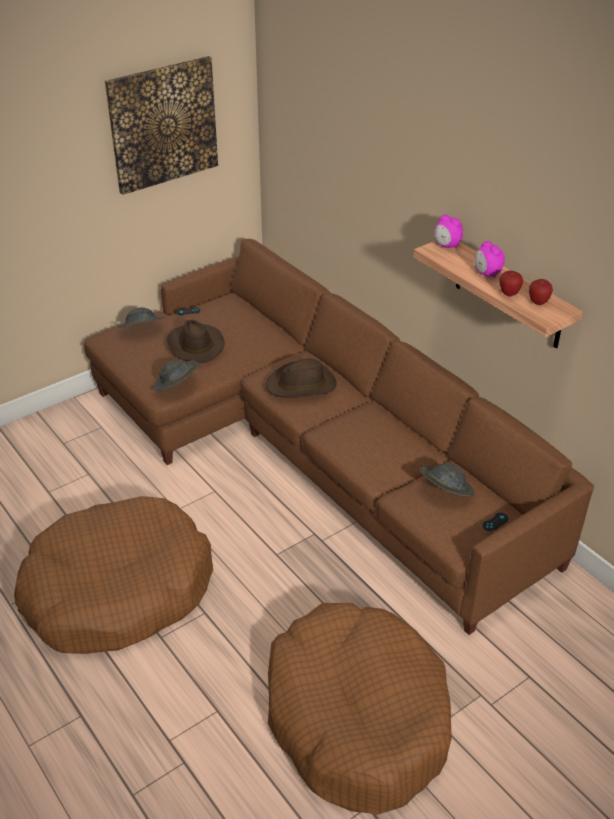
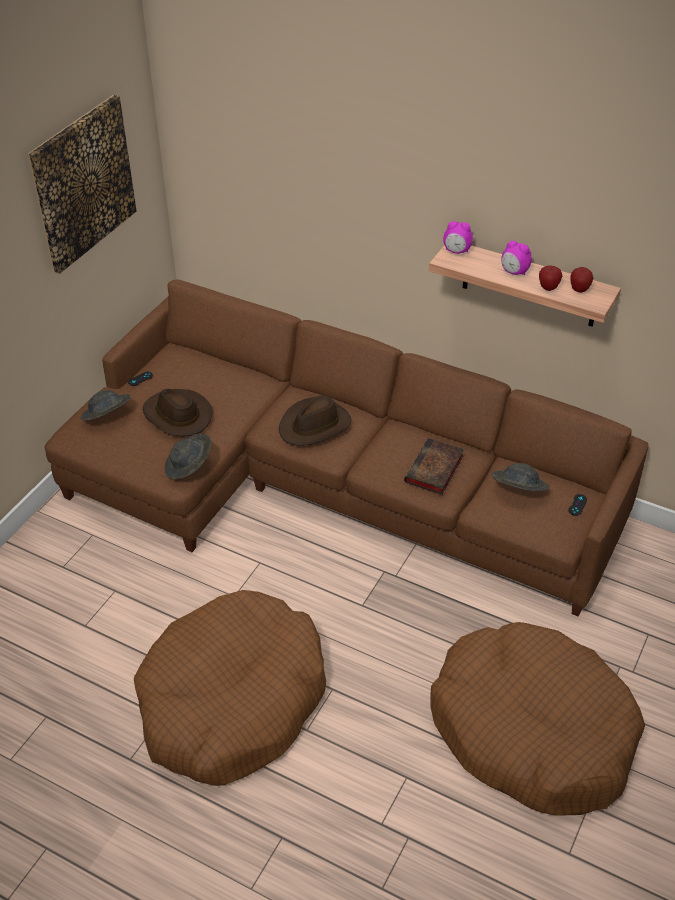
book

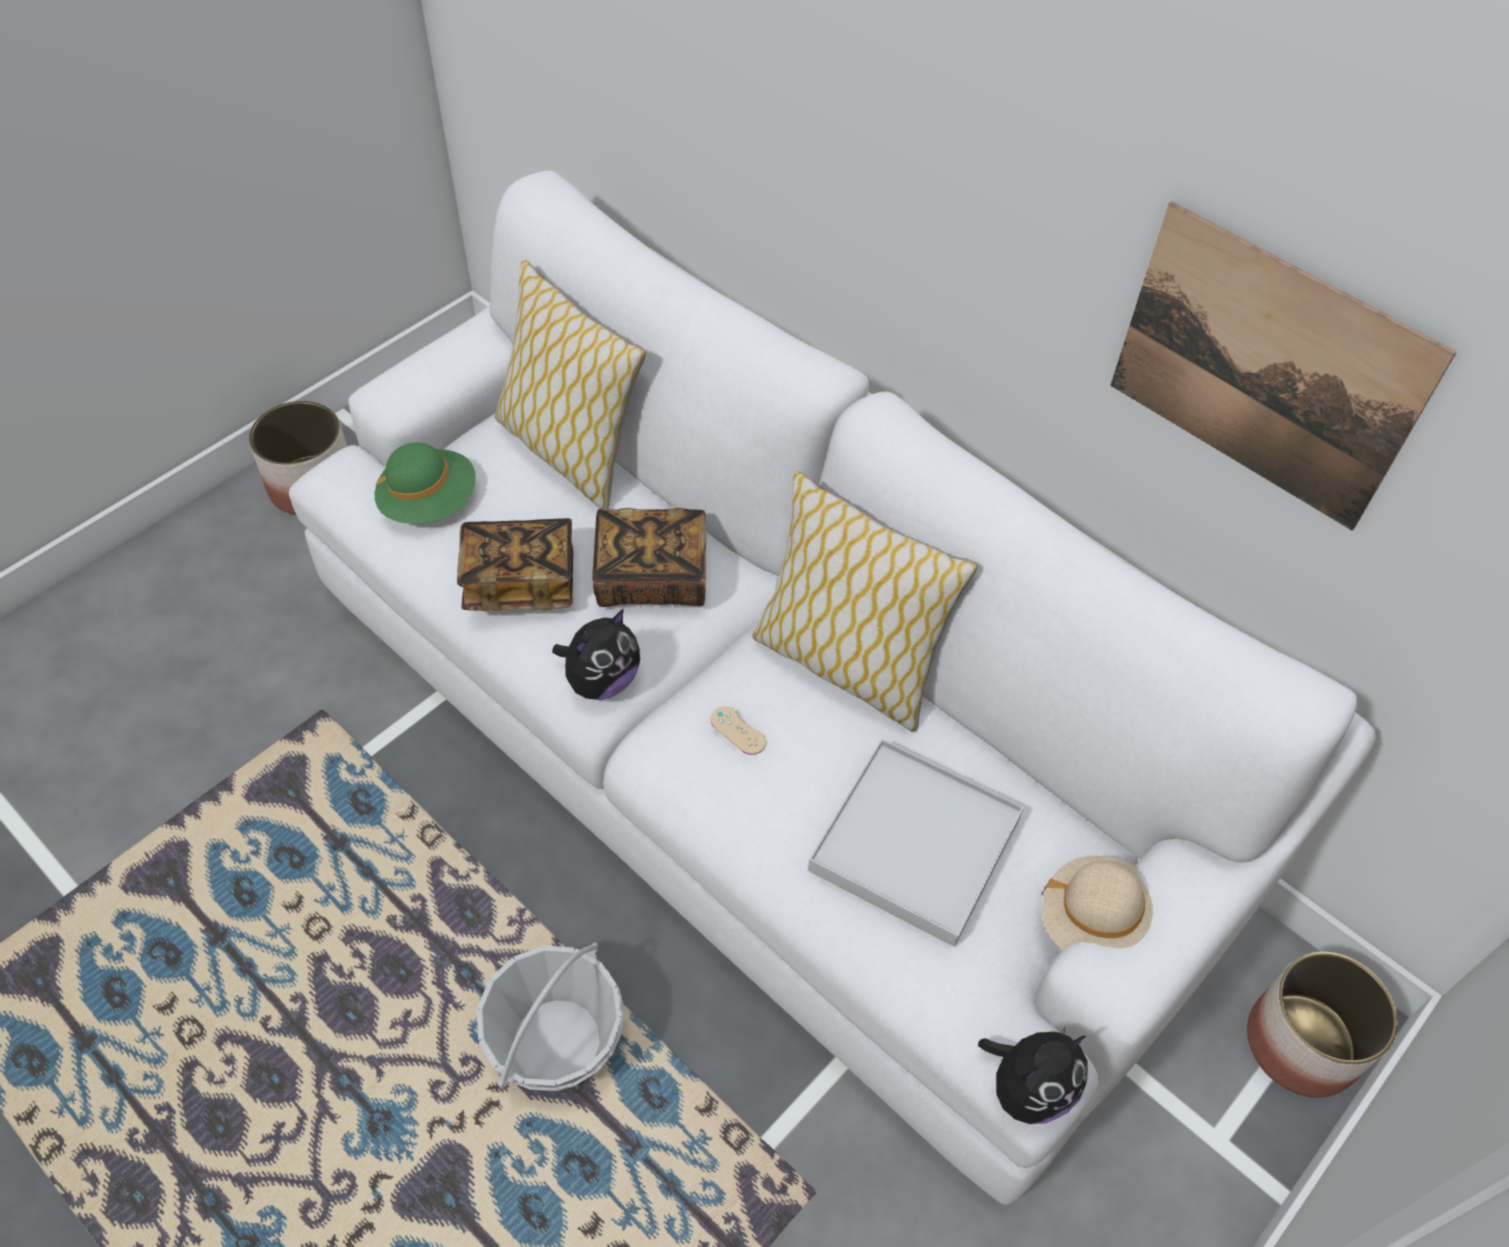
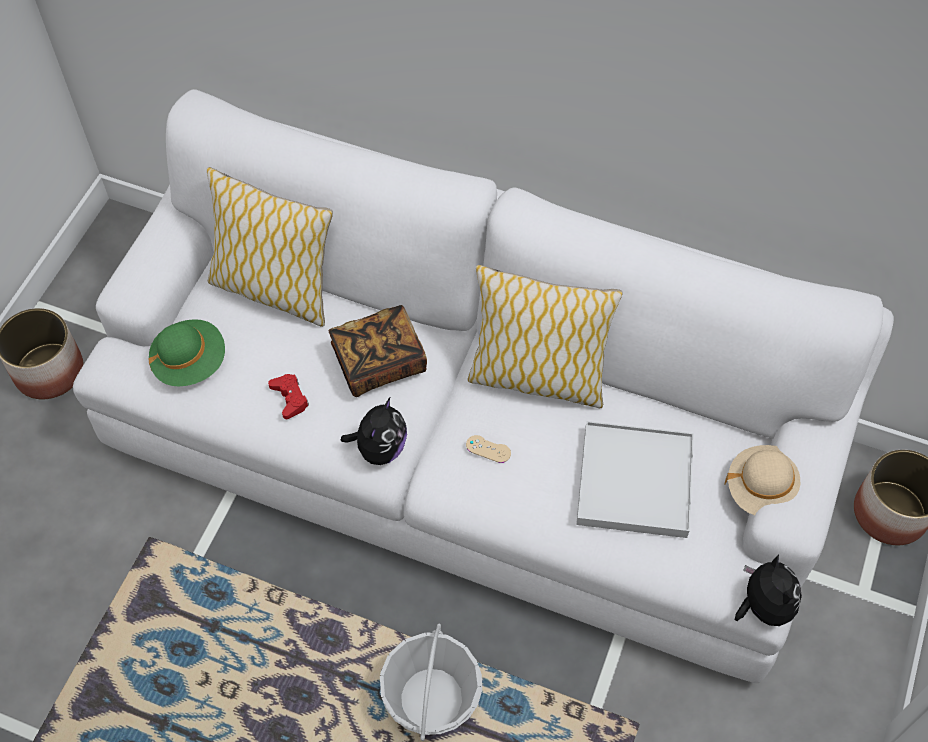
picture; joypad (red); plush toy (2nd from left)

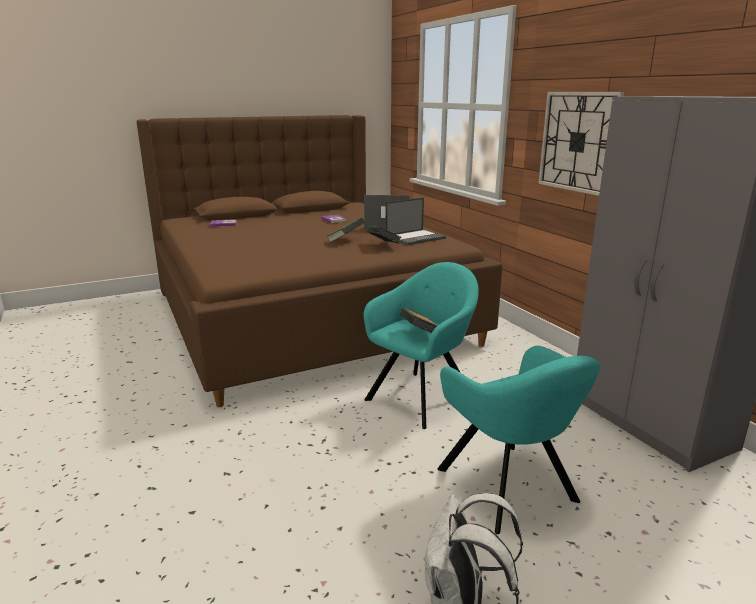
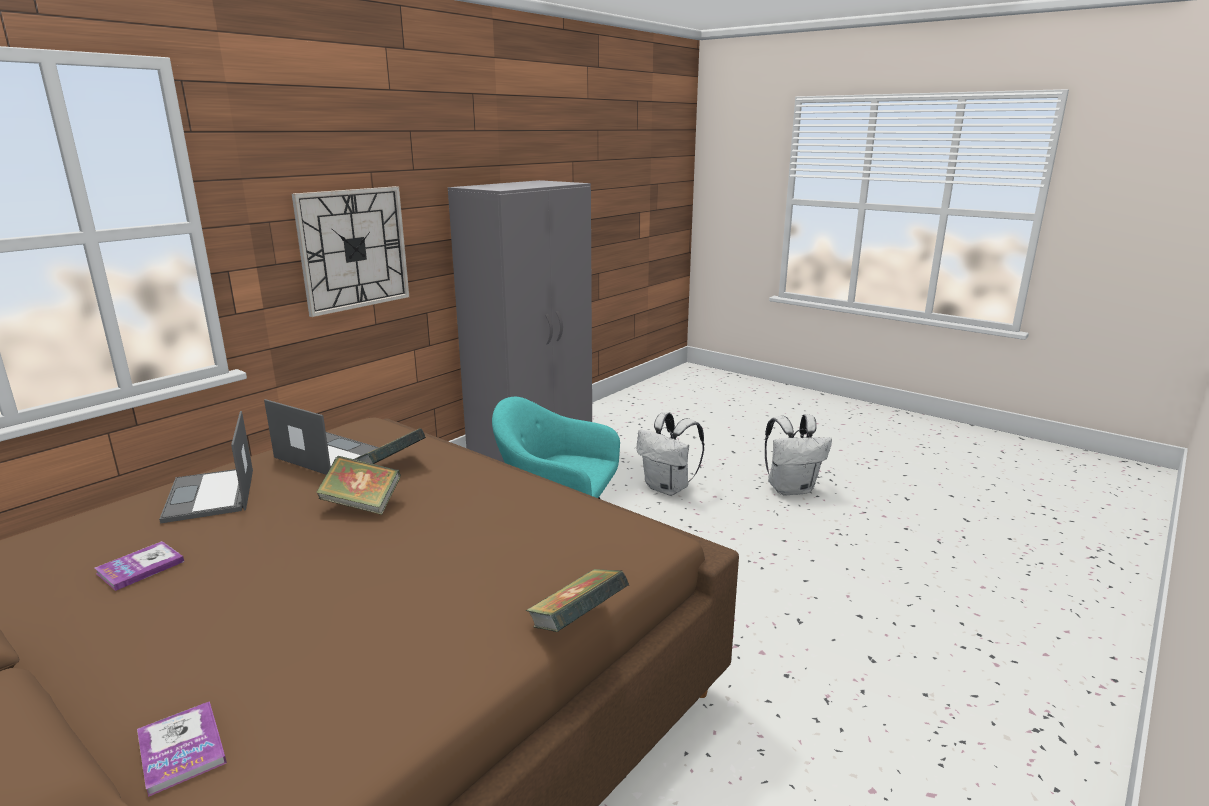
book (5th from left); knapsack (white-coloured) (1st from left)

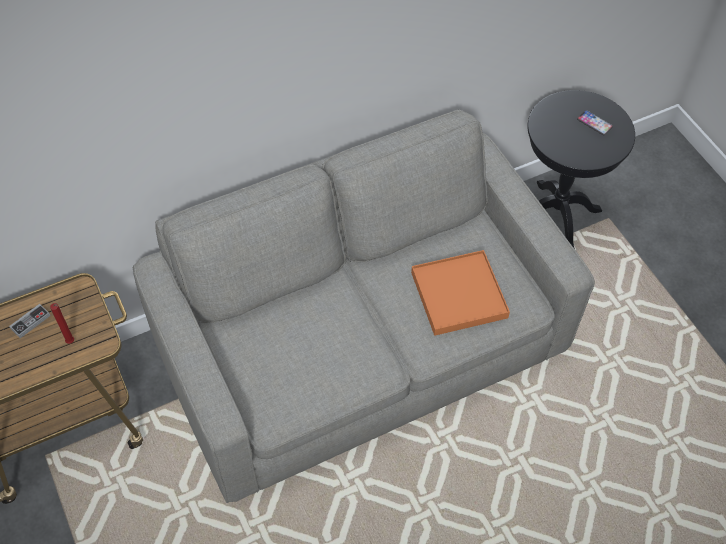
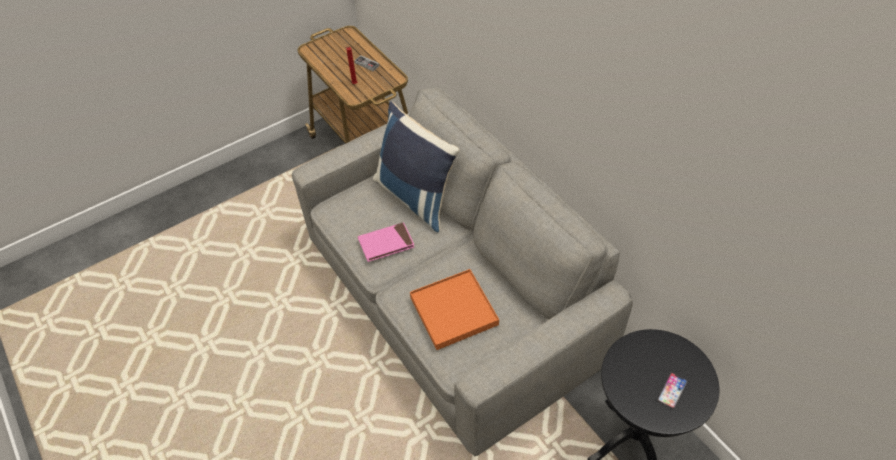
book (pink); cushion (blue)

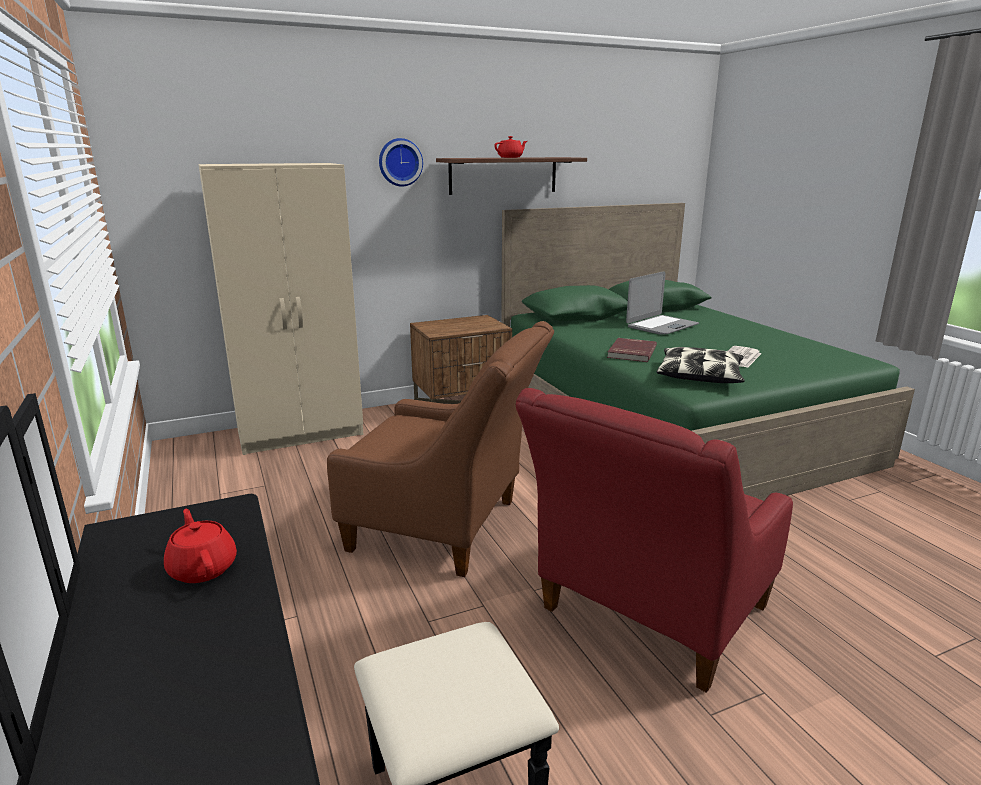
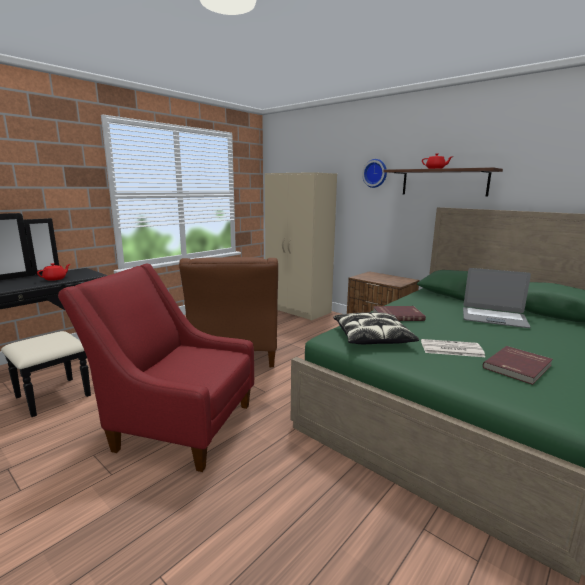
book (red) (2nd from left)

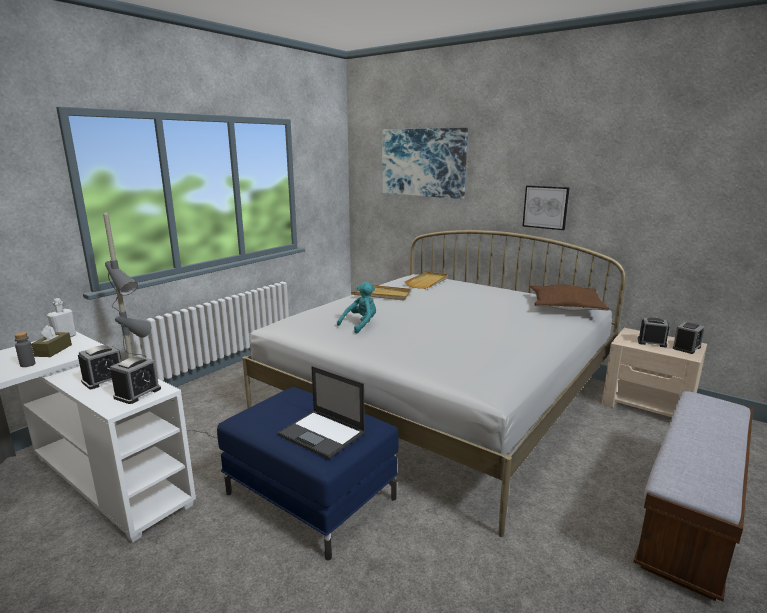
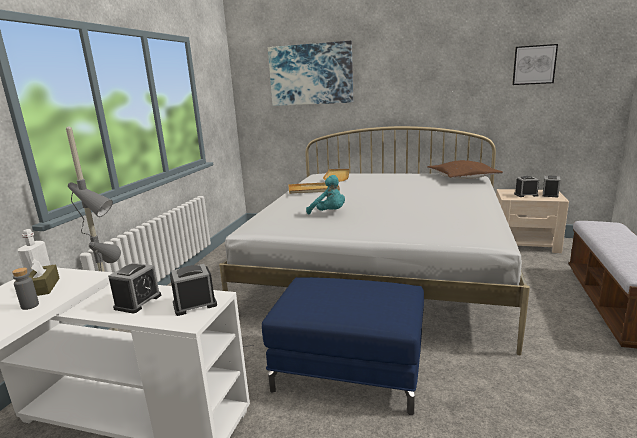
notebook computer; picture (2nd from left); bedside clock (2nd from left); plush toy (turquoise-coloured)

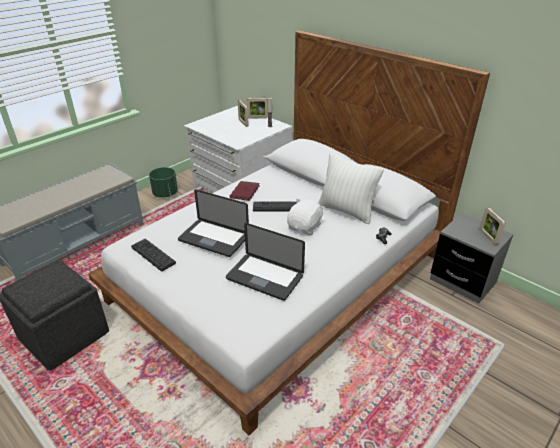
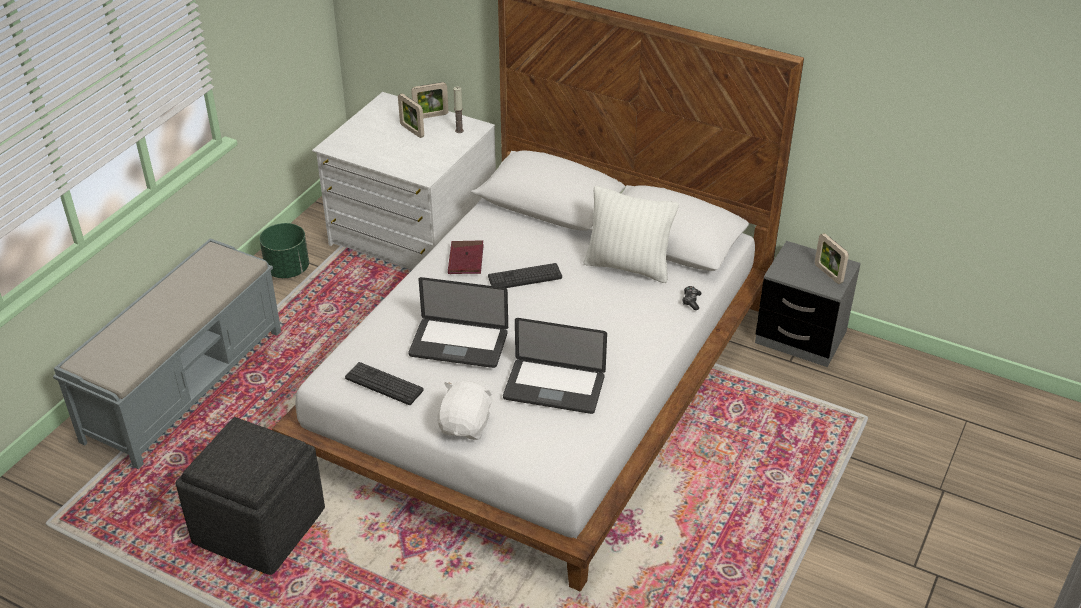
plush toy (white-coloured)

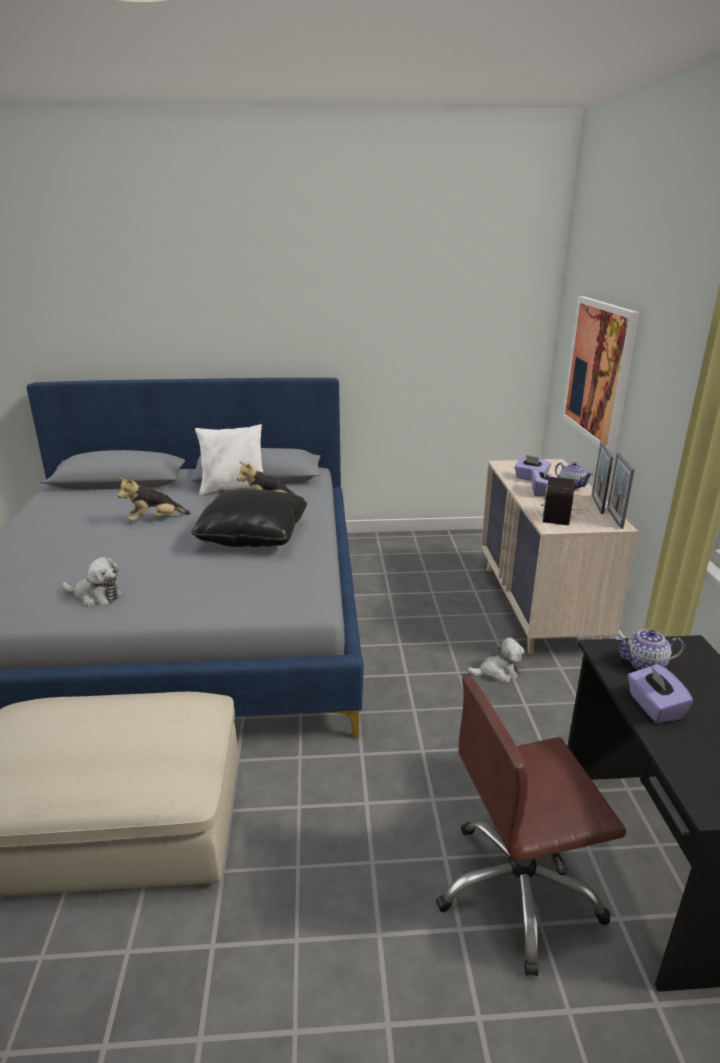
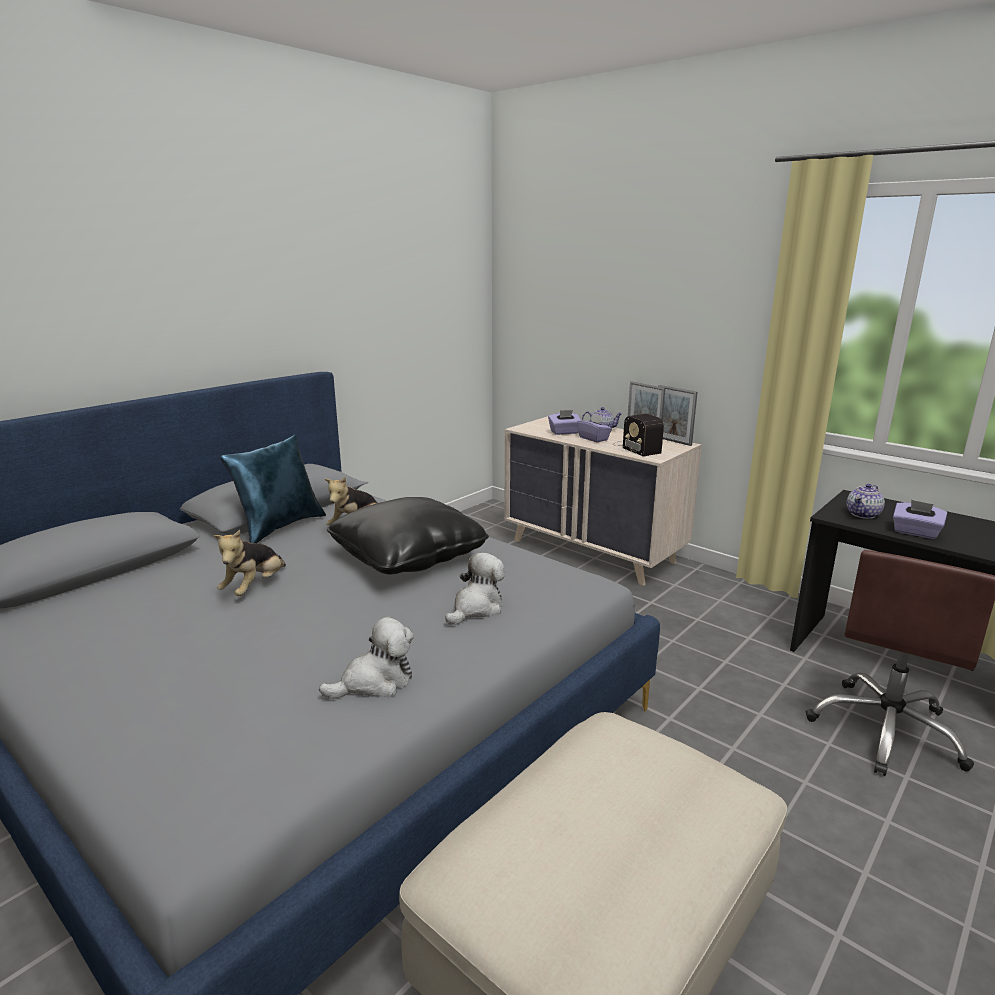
picture; plush toy (4th from left); cushion (blue)

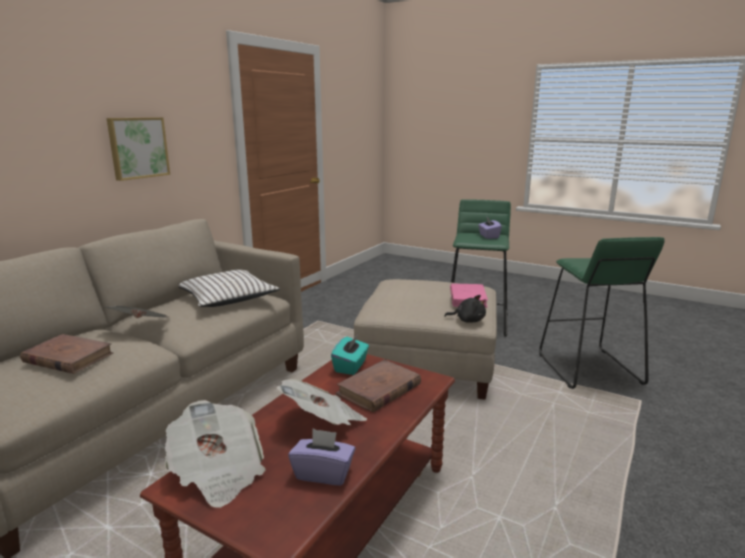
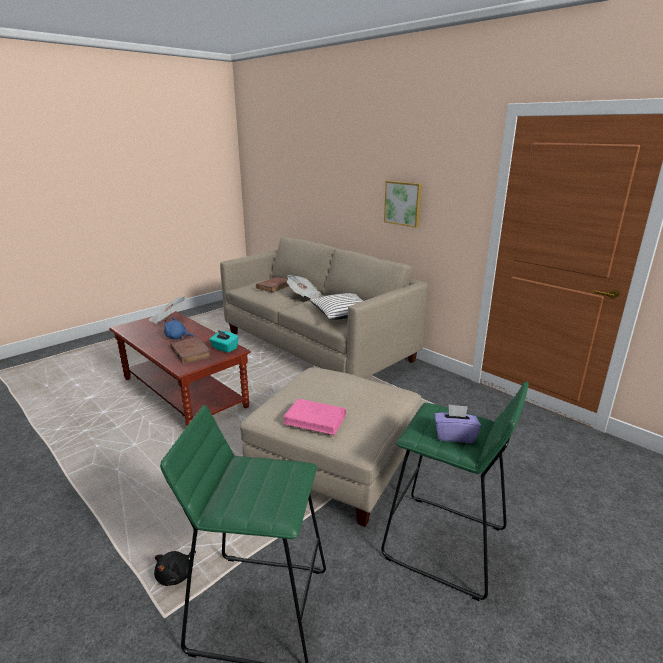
tissue holder (purple) (1st from left in the first image); plush toy (black); plush toy (blue)

